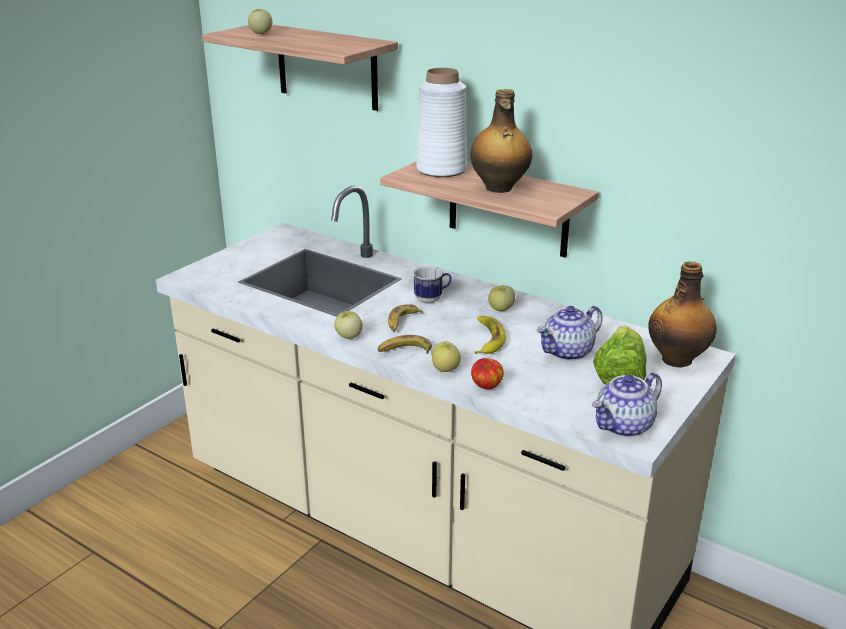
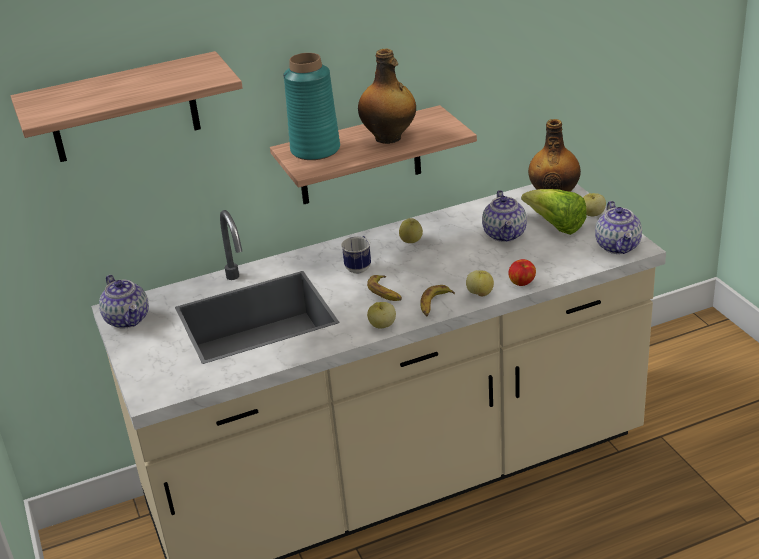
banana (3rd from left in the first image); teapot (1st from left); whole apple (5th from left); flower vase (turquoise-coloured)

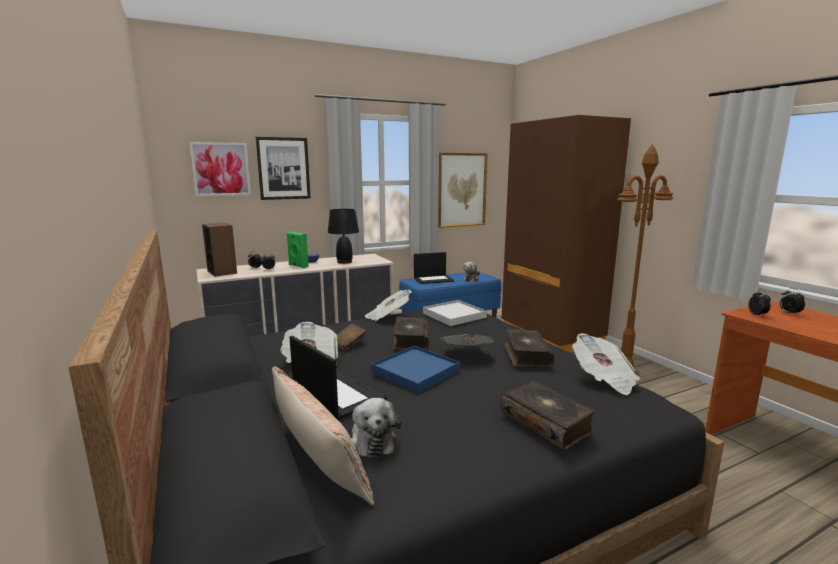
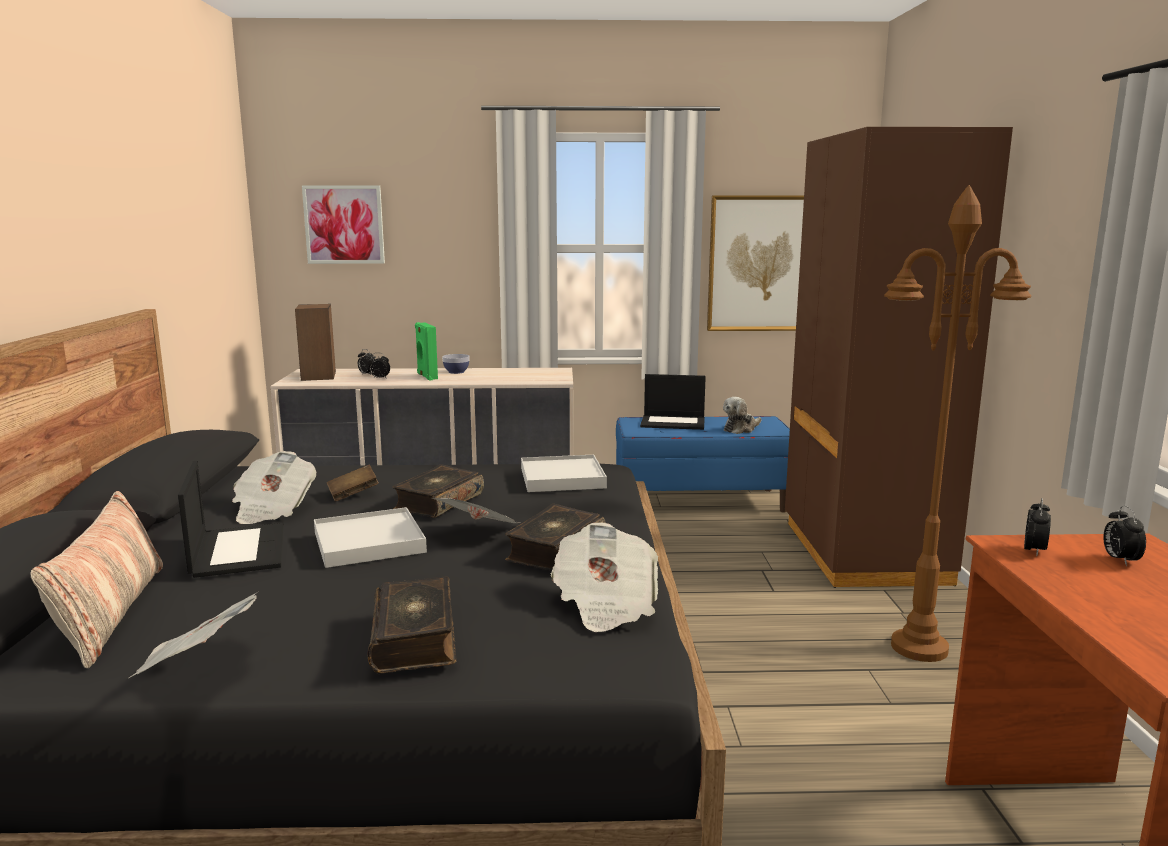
picture (2nd from left in the first image); lamp for a table (black); plush toy (1st from left in the first image); daily paper (1st from left); serving tray (white-coloured) (1st from left)

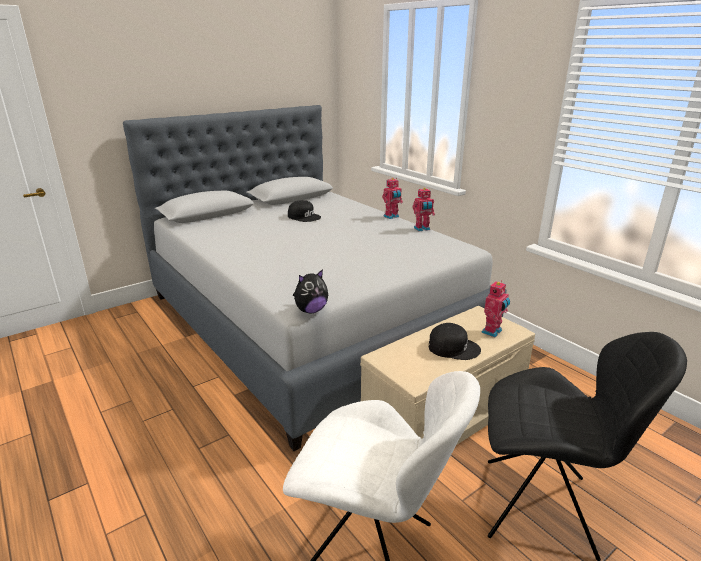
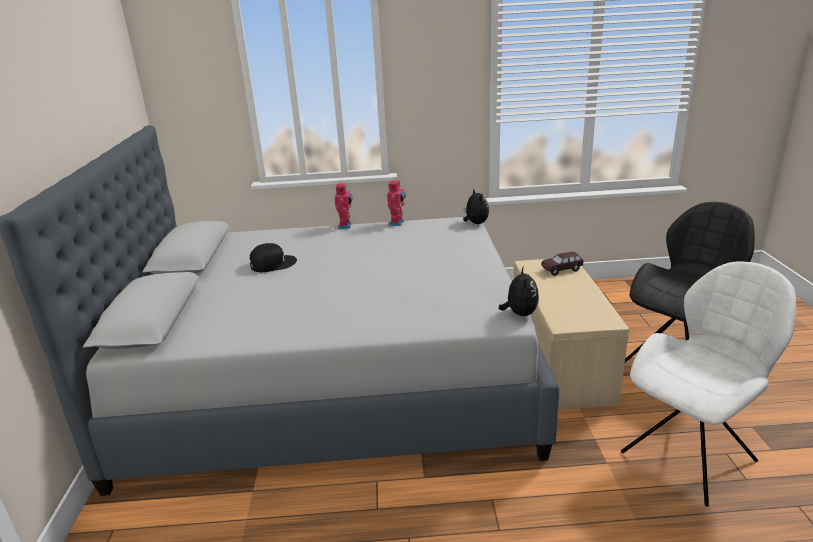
peaked cap (black) (2nd from left in the first image); plush toy (1st from left); model car (brown-coloured)

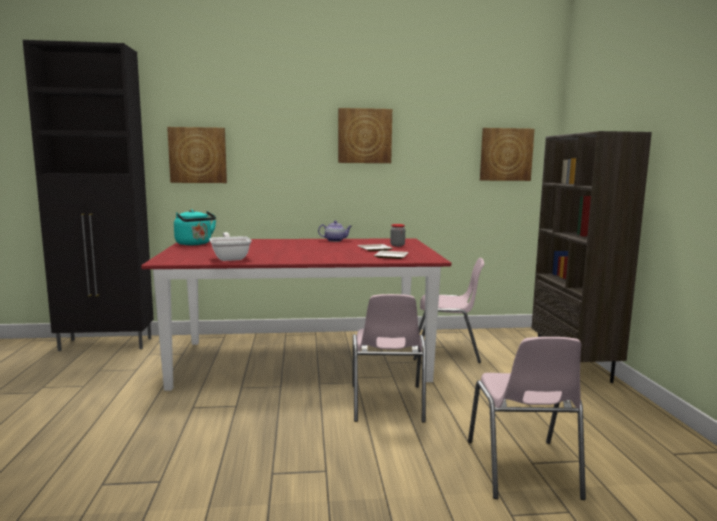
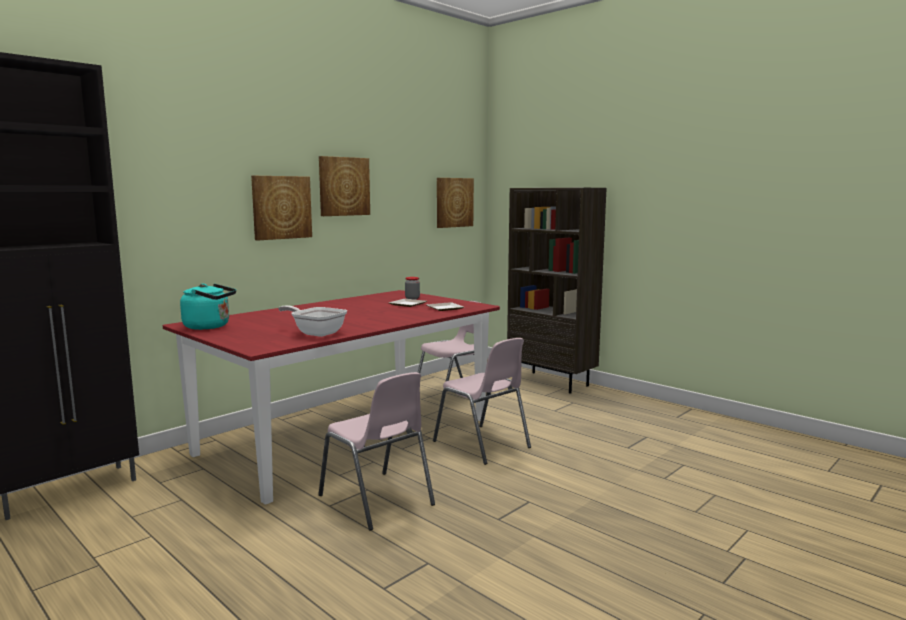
teapot; picture (1st from left); upright chair (pink) (1st from left)

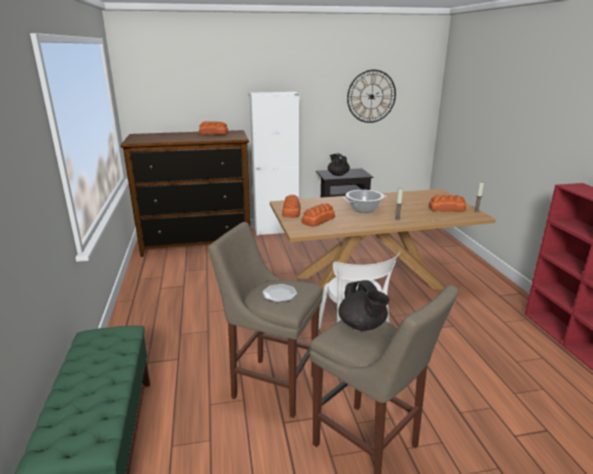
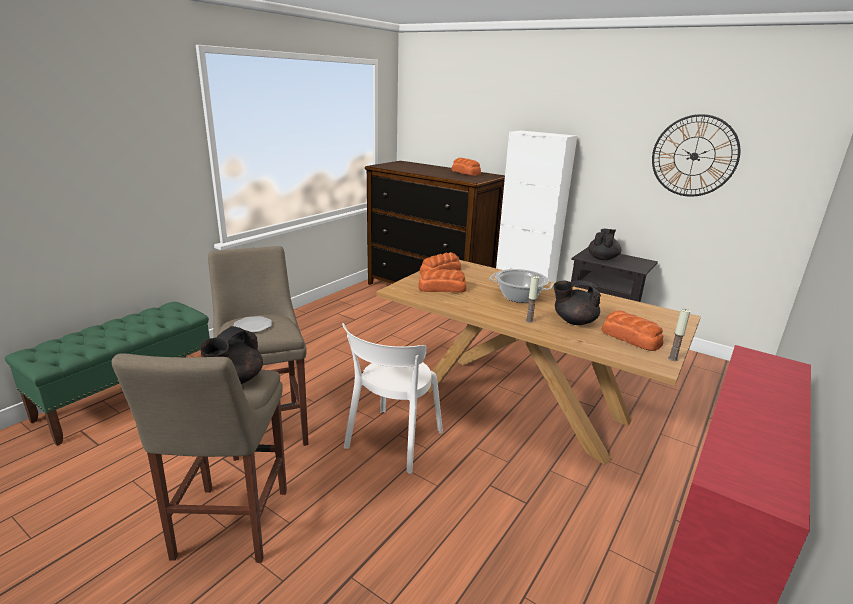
teapot (black) (2nd from left)

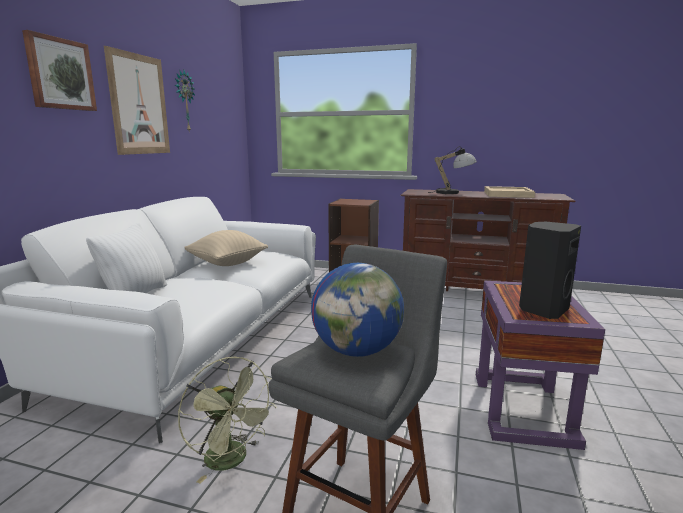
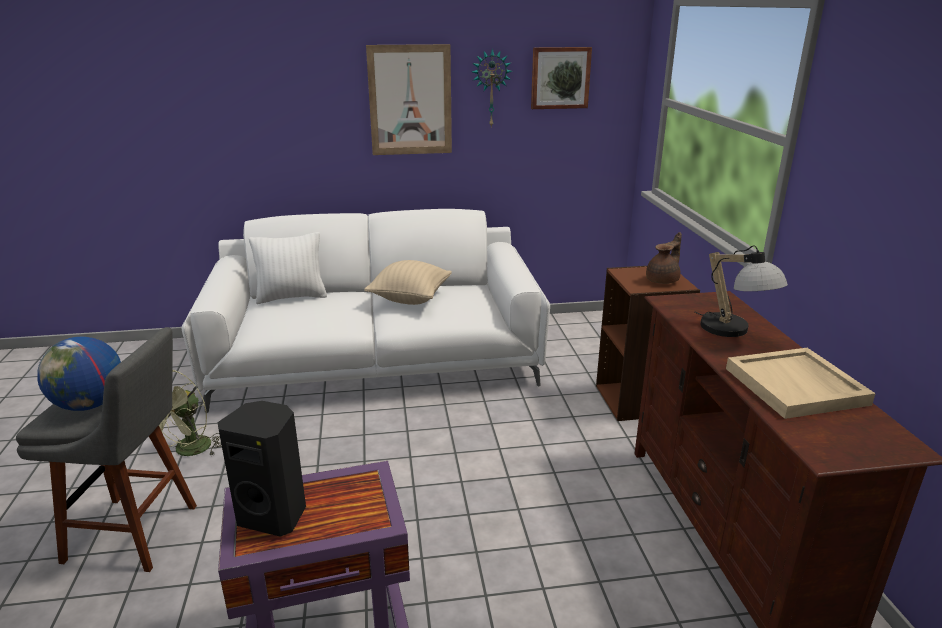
teapot (brown-coloured); picture (2nd from left)

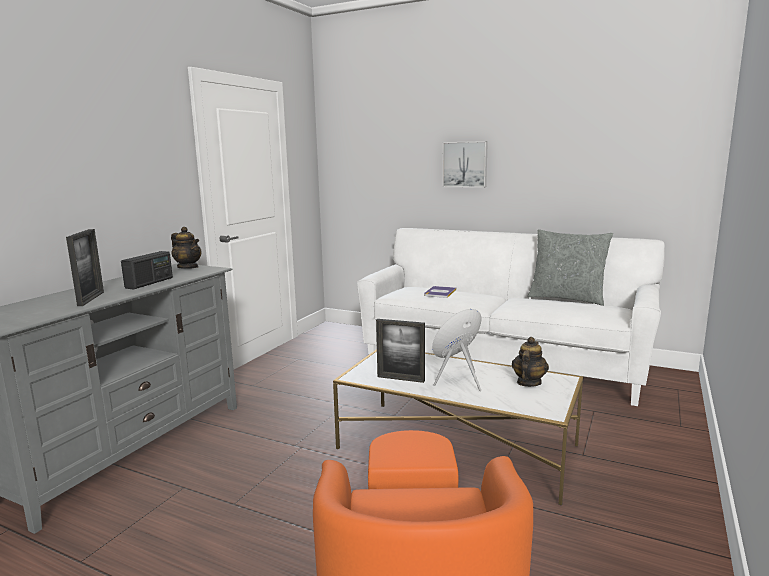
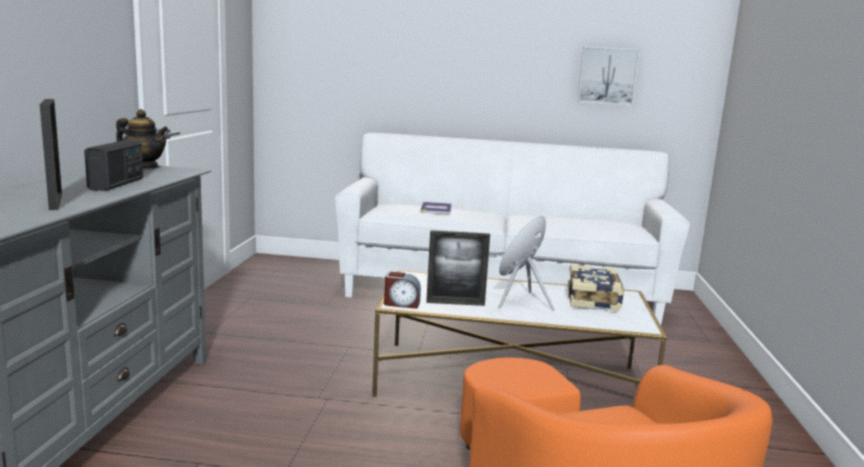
cushion (gray); bedside clock; picture; book (2nd from left)

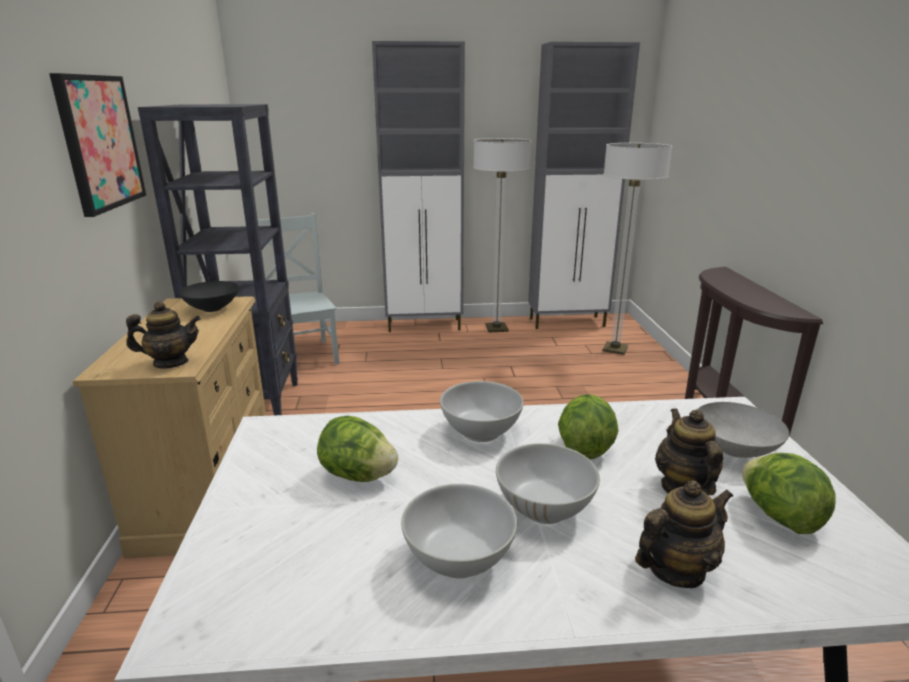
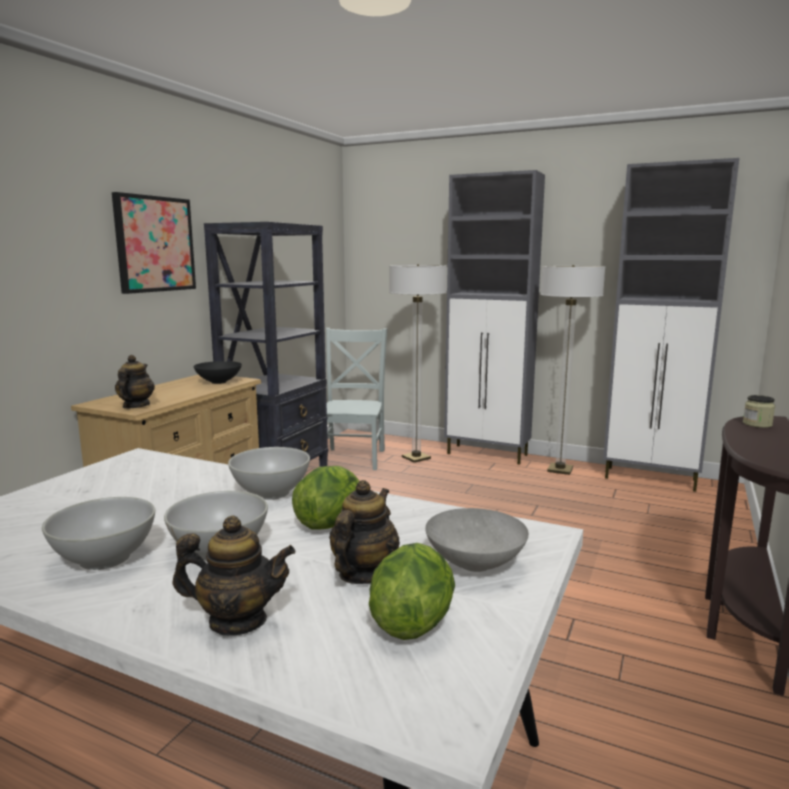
lettuce head (1st from left in the first image); preserve jar; standard lamp (1st from left); teapot (1st from left)

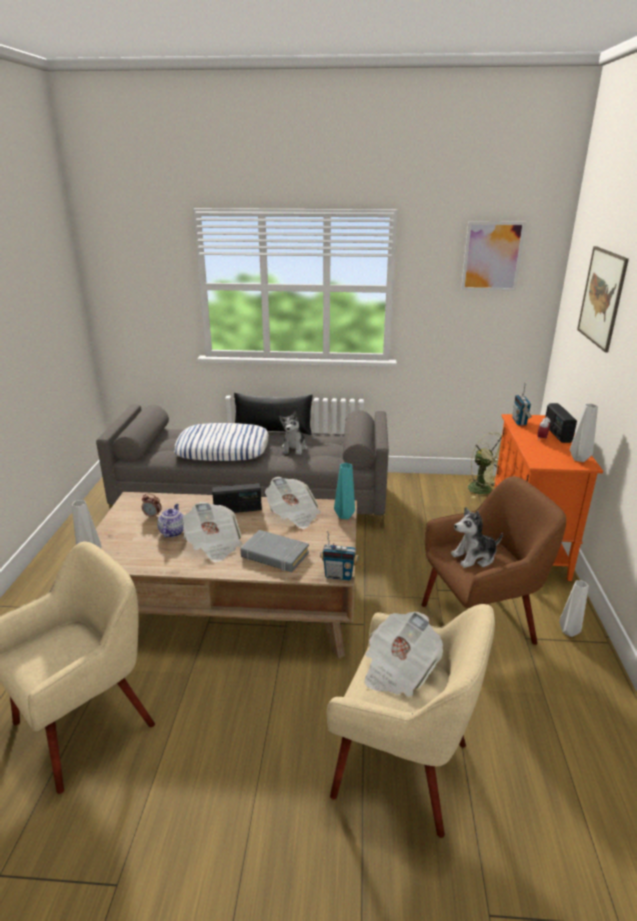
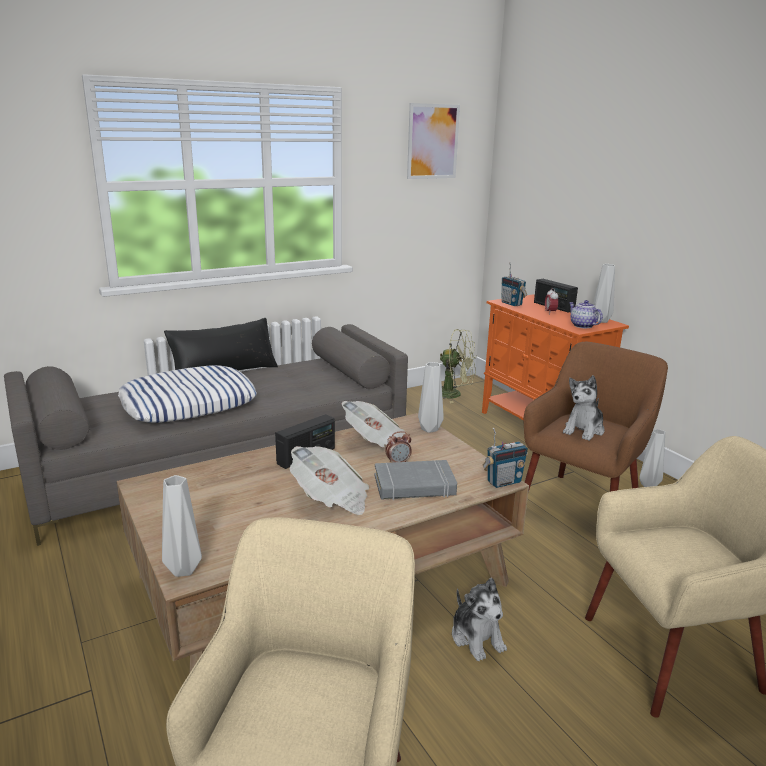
daily paper (3rd from left in the first image); picture (2nd from left in the first image); bedside clock (1st from left); teapot; plush toy (1st from left); flower vase (gray) (2nd from left)

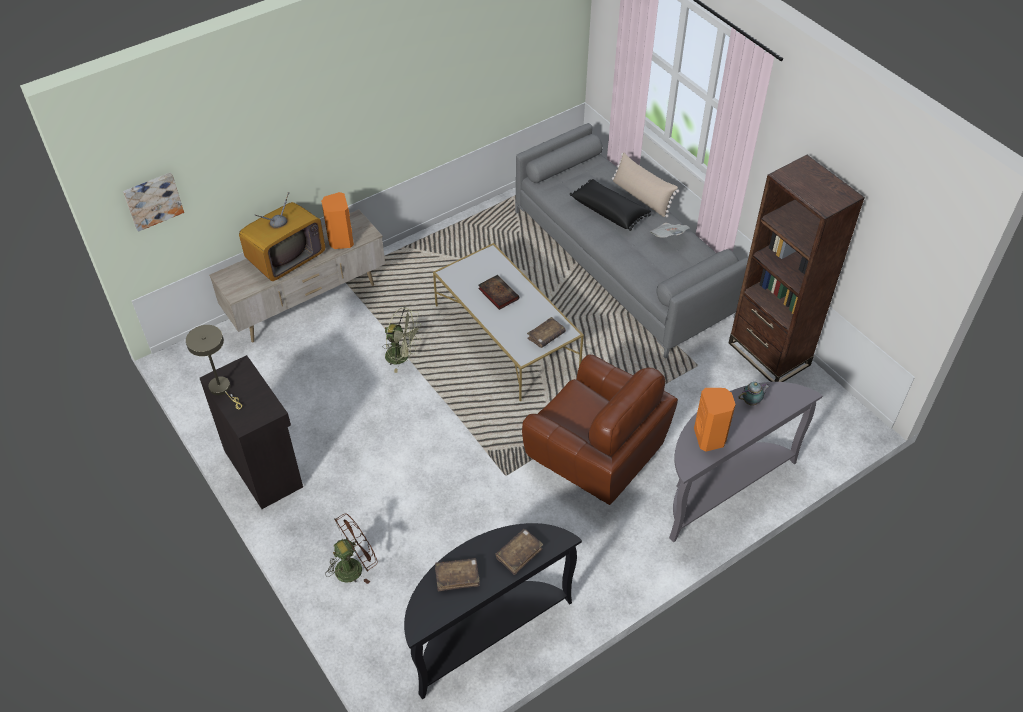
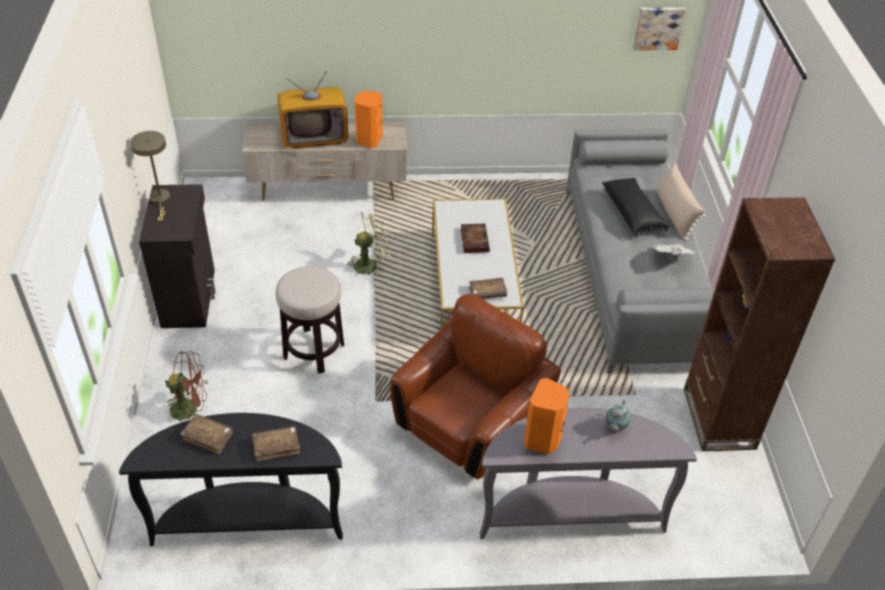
stool seat; picture; electric fan (greenish); easy chair (brown-coloured); teapot

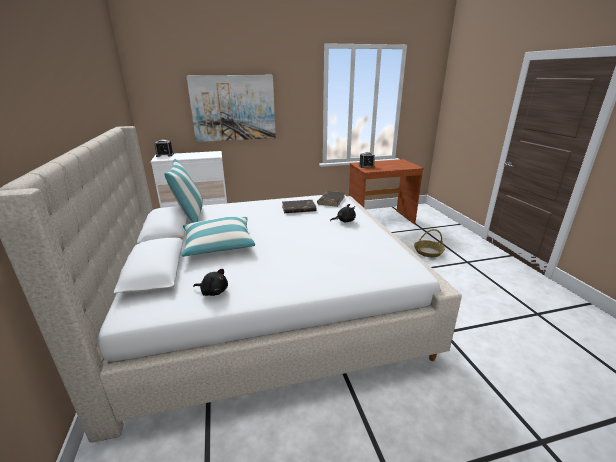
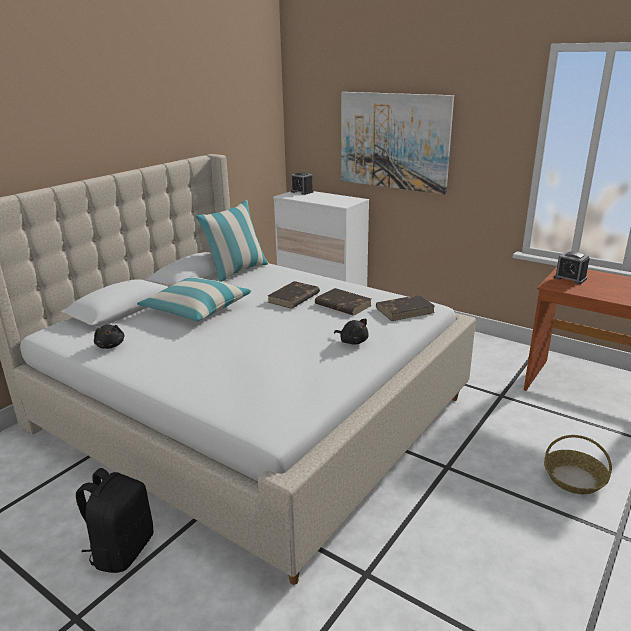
knapsack (black); book (brown-coloured) (1st from left)

